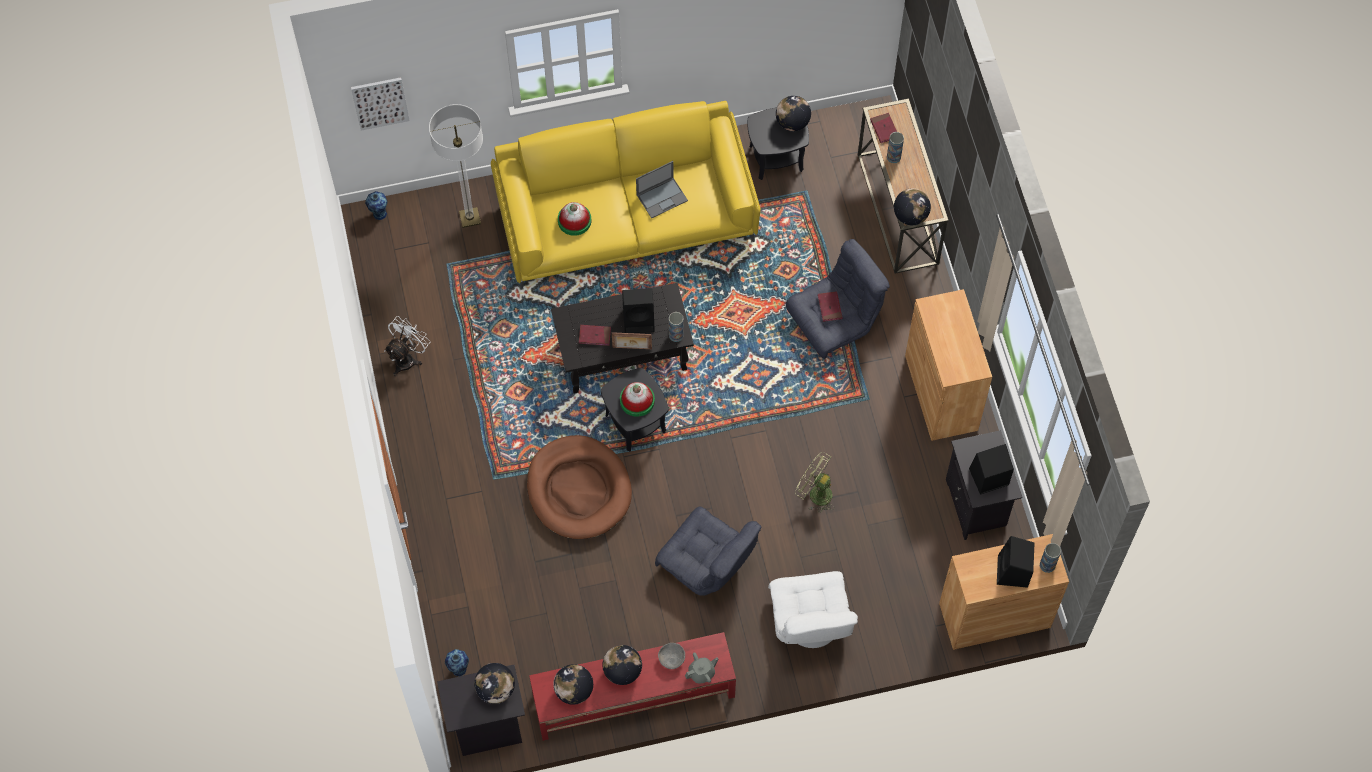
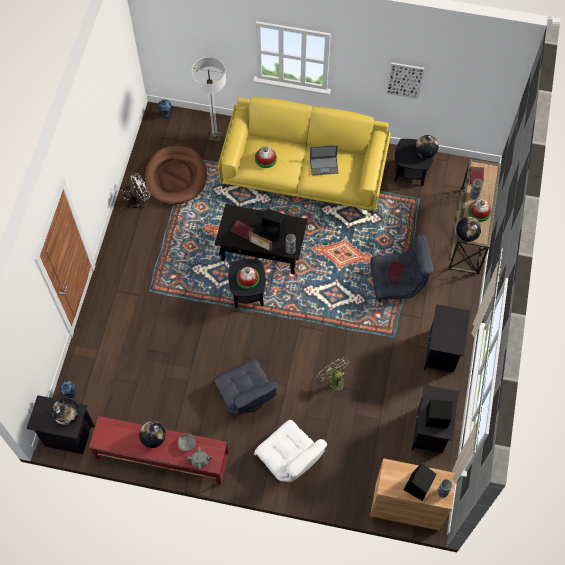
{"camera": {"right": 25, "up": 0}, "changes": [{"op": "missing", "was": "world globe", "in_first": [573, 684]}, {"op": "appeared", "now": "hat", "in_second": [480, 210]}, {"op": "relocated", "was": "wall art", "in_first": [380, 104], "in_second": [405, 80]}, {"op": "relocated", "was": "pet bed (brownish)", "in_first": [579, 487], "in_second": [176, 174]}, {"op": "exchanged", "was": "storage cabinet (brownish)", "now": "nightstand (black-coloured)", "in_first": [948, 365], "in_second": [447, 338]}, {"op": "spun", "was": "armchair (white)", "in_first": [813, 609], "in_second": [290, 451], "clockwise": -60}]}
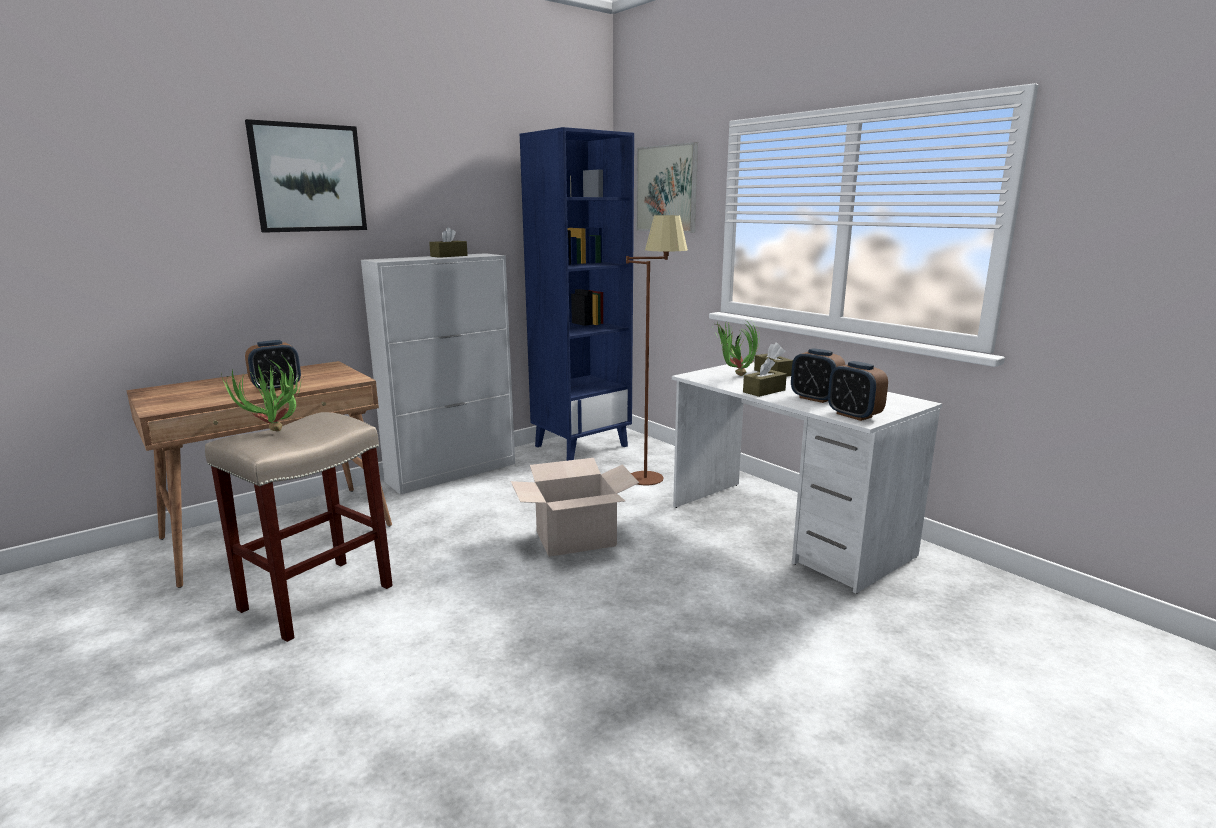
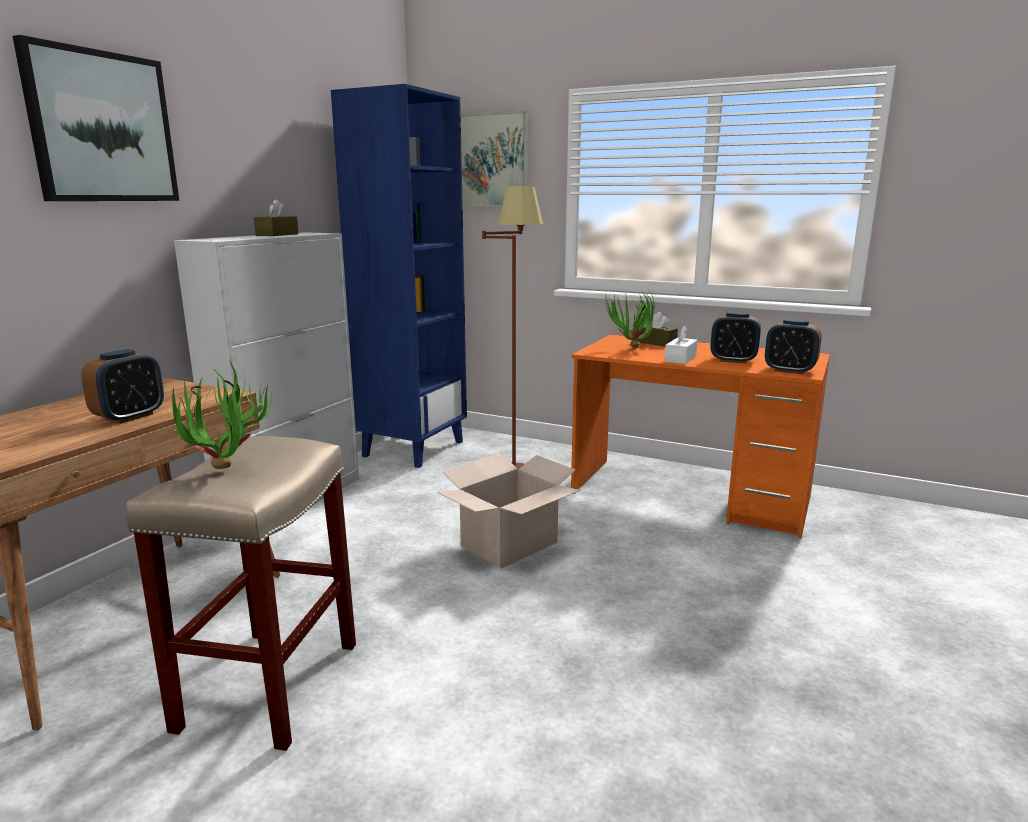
{"camera": {"right": -25, "up": 0}, "changes": [{"op": "colour", "was": "desk table (white)", "now": "desk table (orange)", "in_first": [807, 478], "in_second": [700, 436]}, {"op": "colour", "was": "tissue holder (brownish)", "now": "tissue holder (white)", "in_first": [765, 377], "in_second": [680, 344]}]}
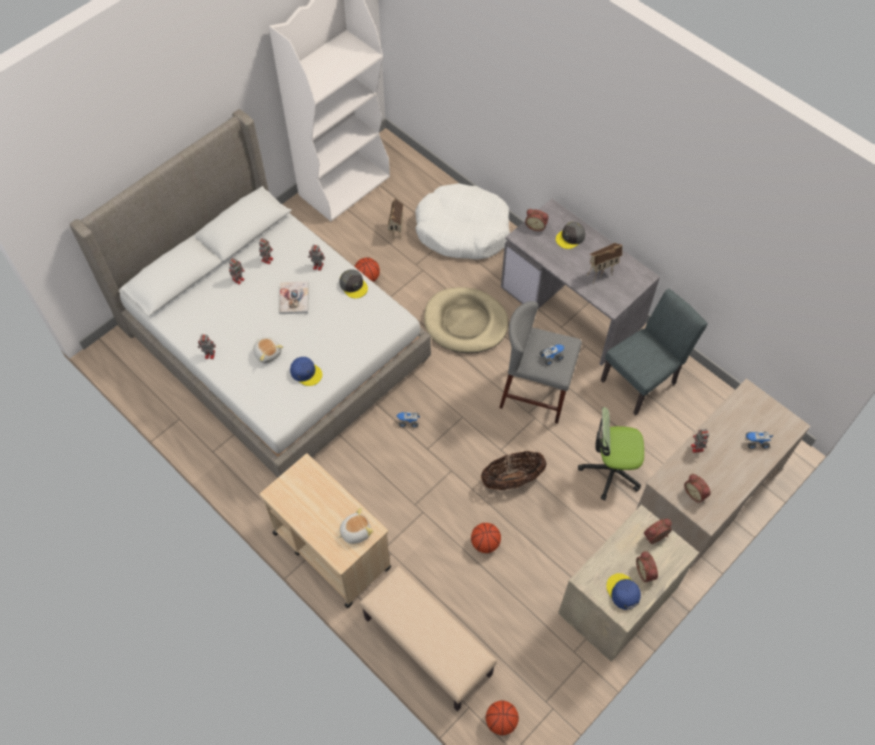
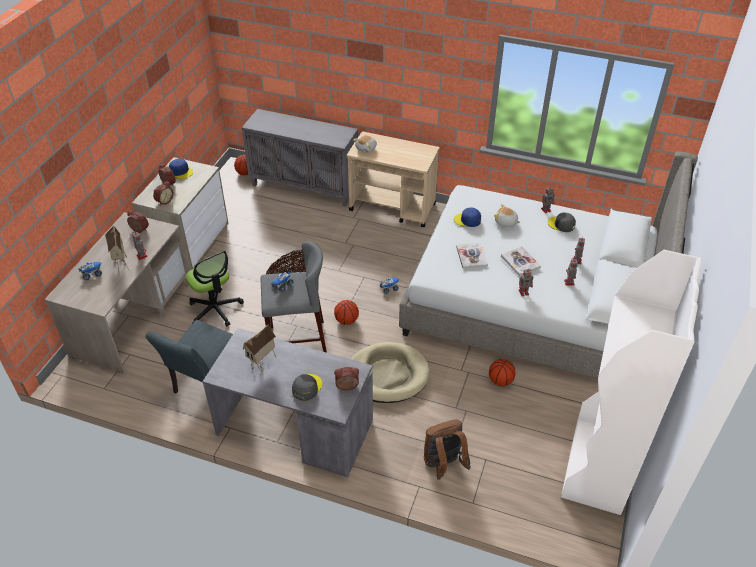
{"camera": {"right": 155, "up": -15}, "changes": [{"op": "appeared", "now": "bound book", "in_second": [472, 256]}, {"op": "relocated", "was": "peaked cap (grey)", "in_first": [353, 283], "in_second": [562, 222]}, {"op": "relocated", "was": "toy house", "in_first": [395, 219], "in_second": [117, 249]}, {"op": "relocated", "was": "basketball", "in_first": [486, 538], "in_second": [346, 312]}, {"op": "exchanged", "was": "indoor bench (beige)", "now": "storage cabinet (grey)", "in_first": [428, 639], "in_second": [300, 158]}, {"op": "exchanged", "was": "pet bed (white)", "now": "rucksack (brownish)", "in_first": [462, 221], "in_second": [447, 450]}, {"op": "spun", "was": "computer chair", "in_first": [611, 453], "in_second": [215, 288], "clockwise": 75}]}
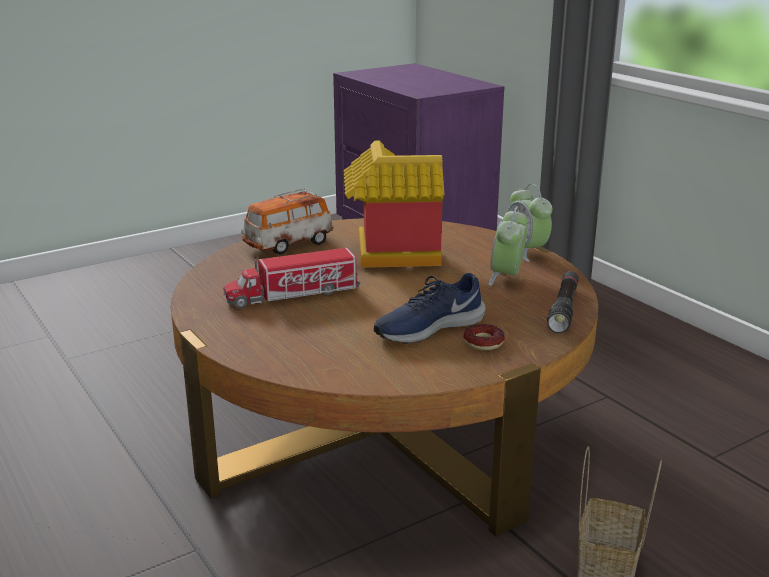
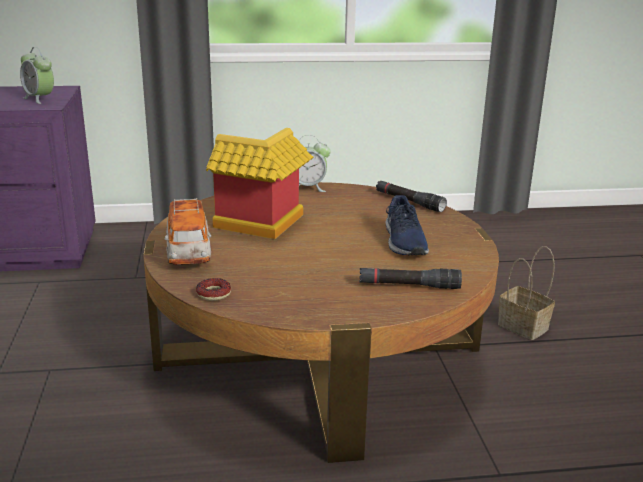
{"camera": {"right": -65, "up": 0}, "changes": [{"op": "missing", "was": "toy truck", "in_first": [291, 278]}, {"op": "appeared", "now": "torch (black-coloured)", "in_second": [410, 278]}, {"op": "relocated", "was": "donut", "in_first": [484, 337], "in_second": [213, 289]}, {"op": "relocated", "was": "alarm clock", "in_first": [507, 246], "in_second": [37, 75]}]}
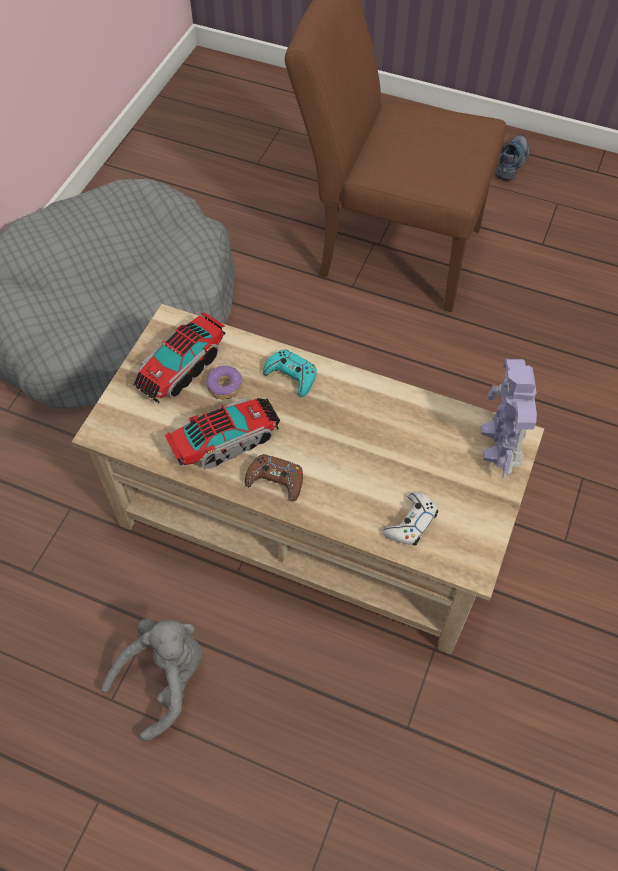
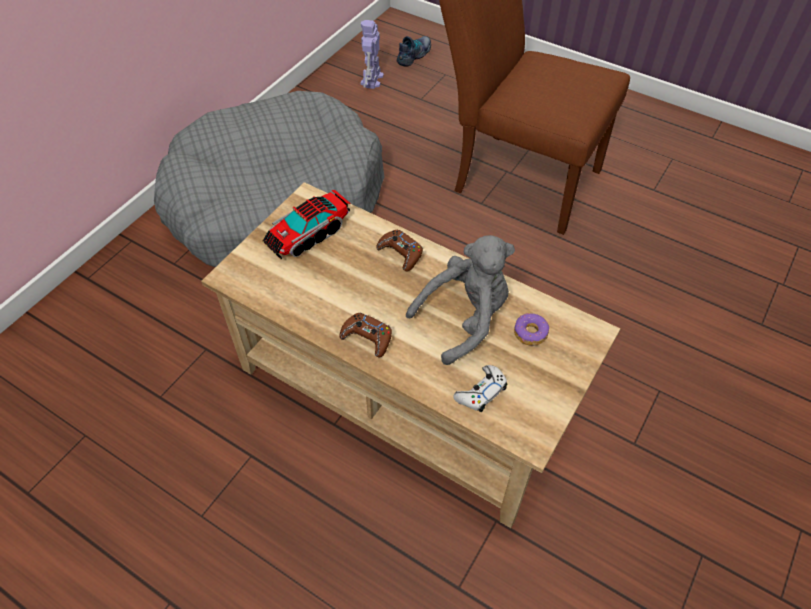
{"camera": {"right": 10, "up": -5}, "changes": [{"op": "missing", "was": "toy truck", "in_first": [222, 433]}, {"op": "relocated", "was": "cuddly toy (grey)", "in_first": [151, 680], "in_second": [460, 300]}, {"op": "relocated", "was": "donut", "in_first": [224, 382], "in_second": [531, 329]}, {"op": "relocated", "was": "toy robot", "in_first": [508, 418], "in_second": [372, 54]}, {"op": "relocated", "was": "item of footwear", "in_first": [512, 158], "in_second": [414, 51]}, {"op": "colour", "was": "joypad (blue-green)", "now": "joypad (brownish)", "in_first": [290, 373], "in_second": [399, 250]}]}
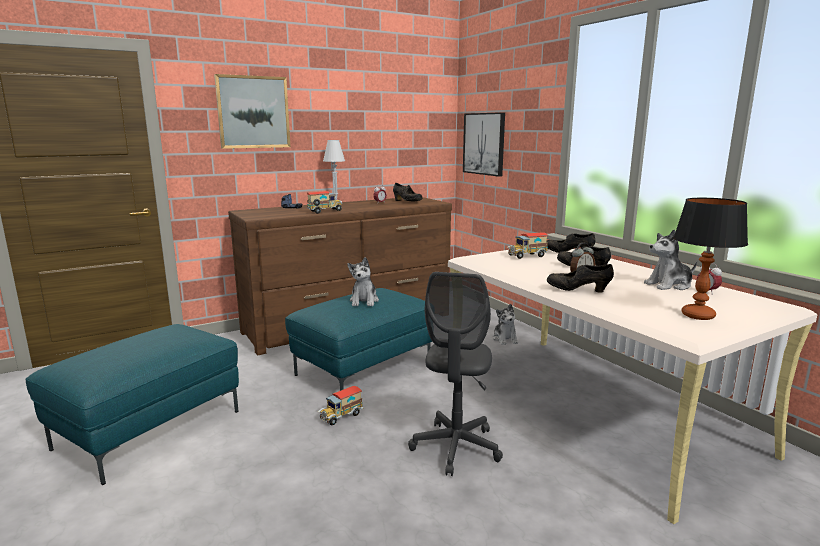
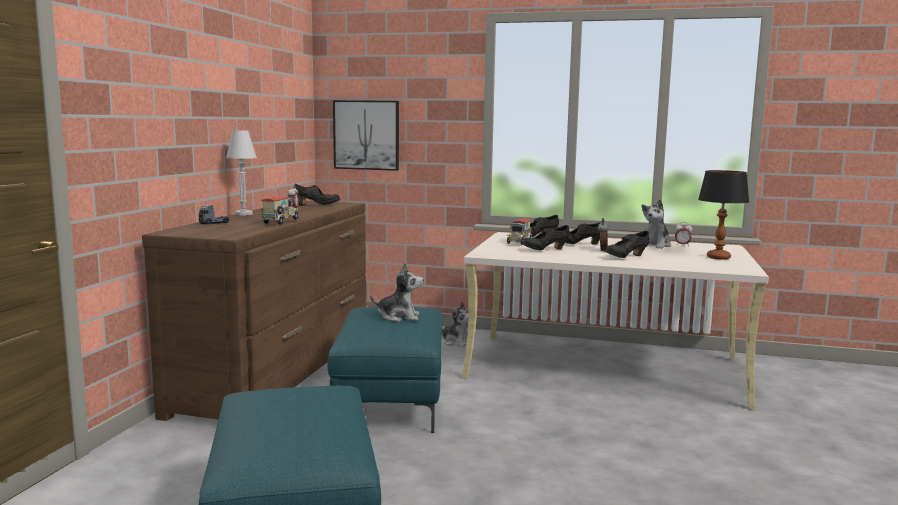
{"camera": {"right": -45, "up": -5}, "changes": [{"op": "missing", "was": "wall art", "in_first": [252, 111]}, {"op": "missing", "was": "toy truck", "in_first": [340, 405]}, {"op": "missing", "was": "computer chair (grey)", "in_first": [455, 374]}, {"op": "appeared", "now": "item of footwear (black-coloured)", "in_second": [546, 237]}, {"op": "spun", "was": "cuddly toy", "in_first": [363, 281], "in_second": [397, 292], "clockwise": -45}]}
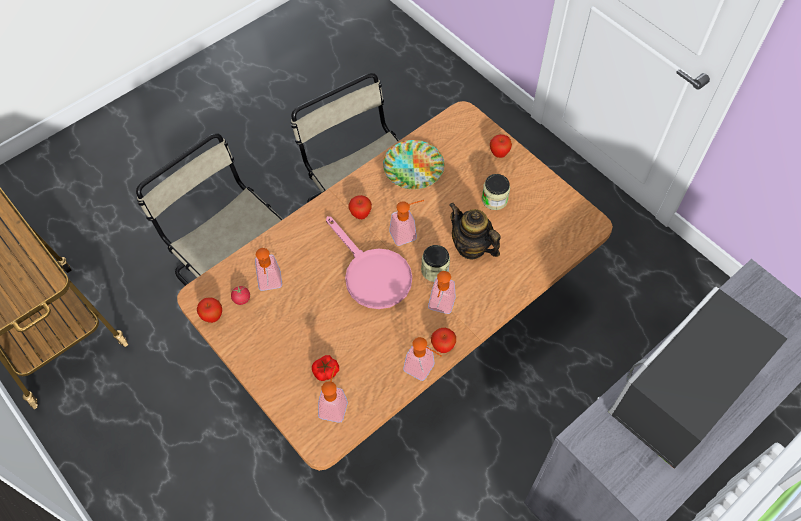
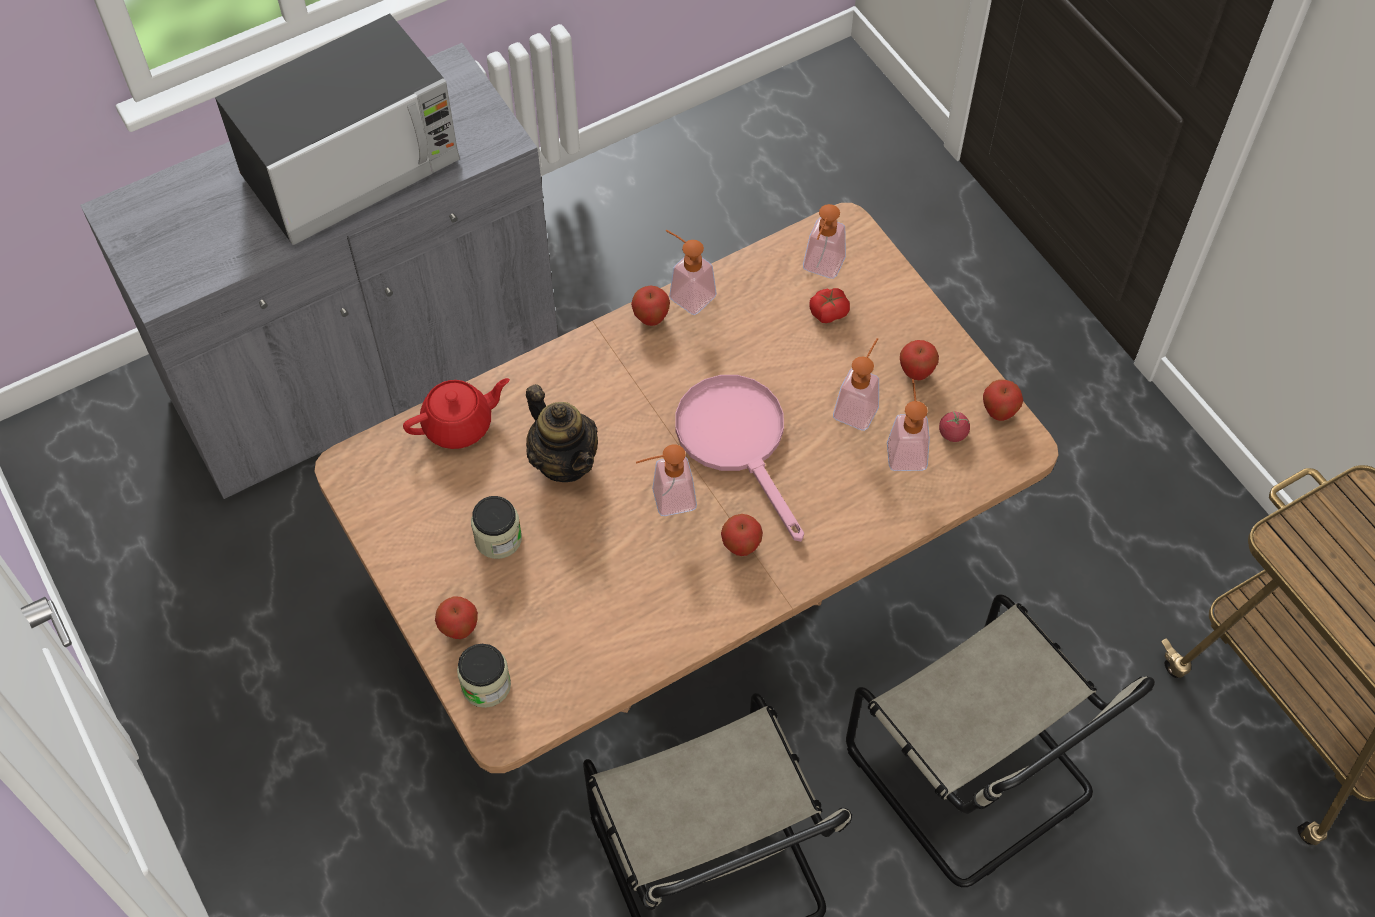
{"camera": {"right": -170, "up": 0}, "changes": [{"op": "missing", "was": "plate", "in_first": [413, 164]}, {"op": "appeared", "now": "teapot (red)", "in_second": [456, 413]}, {"op": "appeared", "now": "whole apple", "in_second": [919, 360]}, {"op": "relocated", "was": "jar", "in_first": [435, 263], "in_second": [484, 676]}, {"op": "relocated", "was": "soap bottle", "in_first": [442, 292], "in_second": [856, 384]}]}
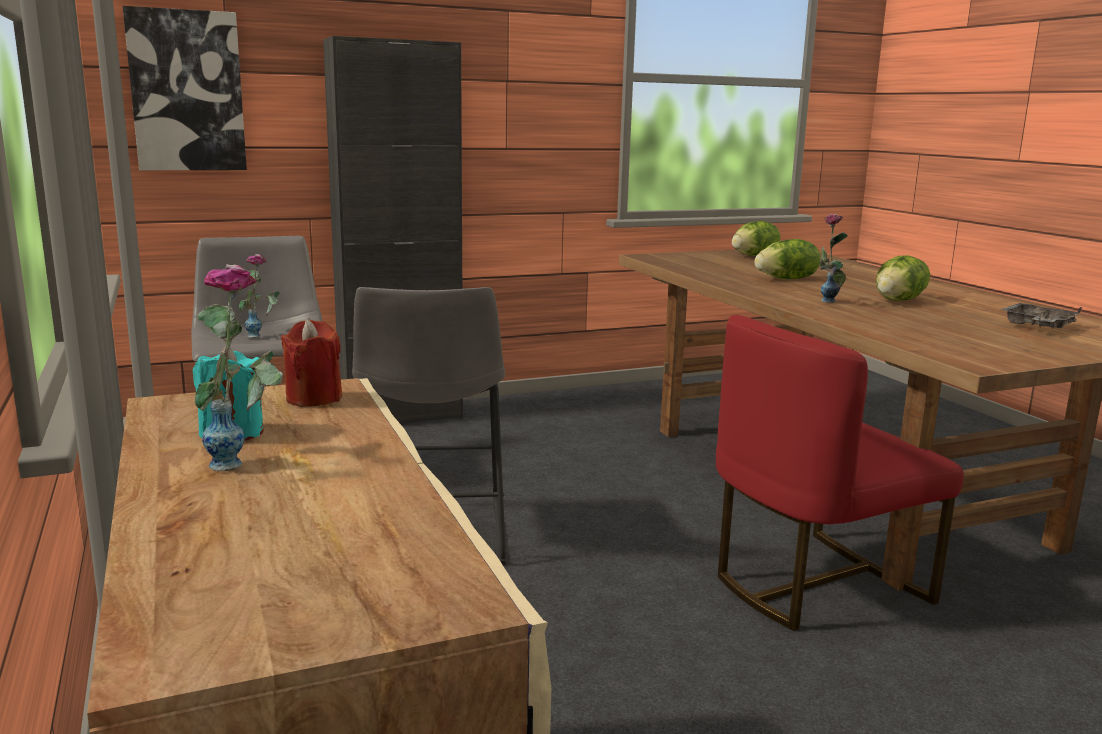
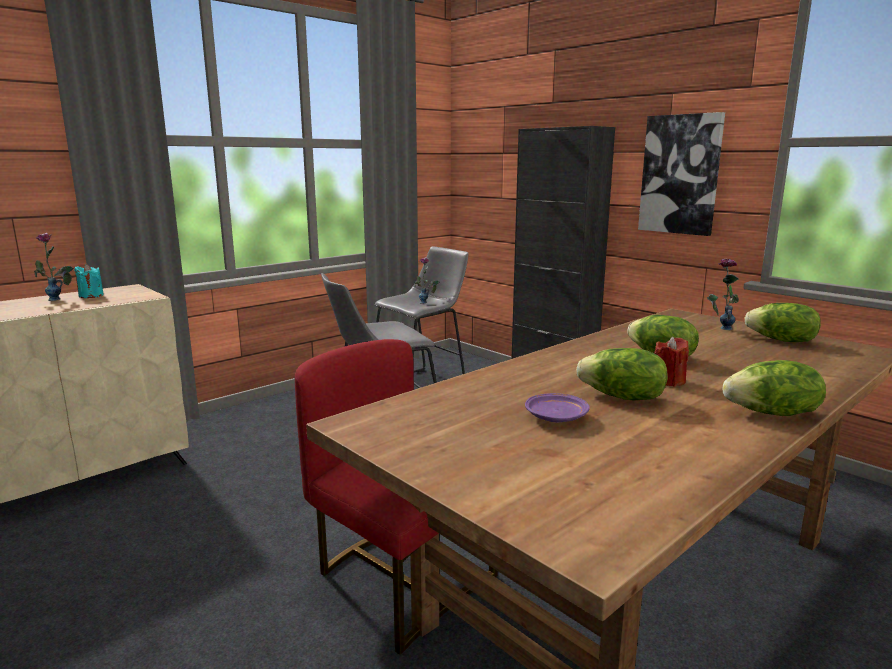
{"camera": {"right": 70, "up": 0}, "changes": [{"op": "missing", "was": "tray (grey)", "in_first": [1041, 316]}, {"op": "appeared", "now": "plate (purplish)", "in_second": [557, 407]}, {"op": "appeared", "now": "lettuce", "in_second": [774, 388]}, {"op": "relocated", "was": "wall art", "in_first": [185, 88], "in_second": [681, 174]}, {"op": "relocated", "was": "wax light (red)", "in_first": [311, 363], "in_second": [671, 361]}, {"op": "relocated", "was": "decorative vase", "in_first": [833, 258], "in_second": [723, 294]}]}
